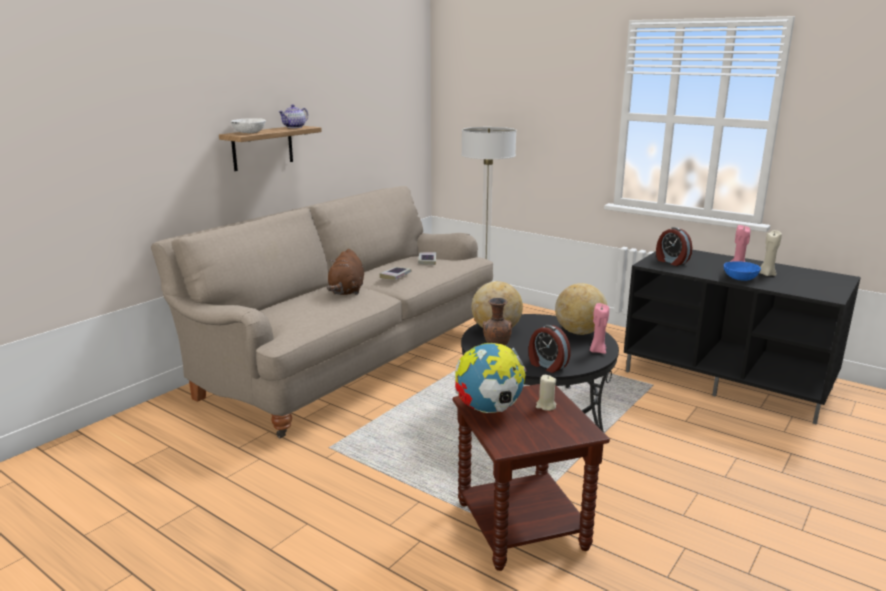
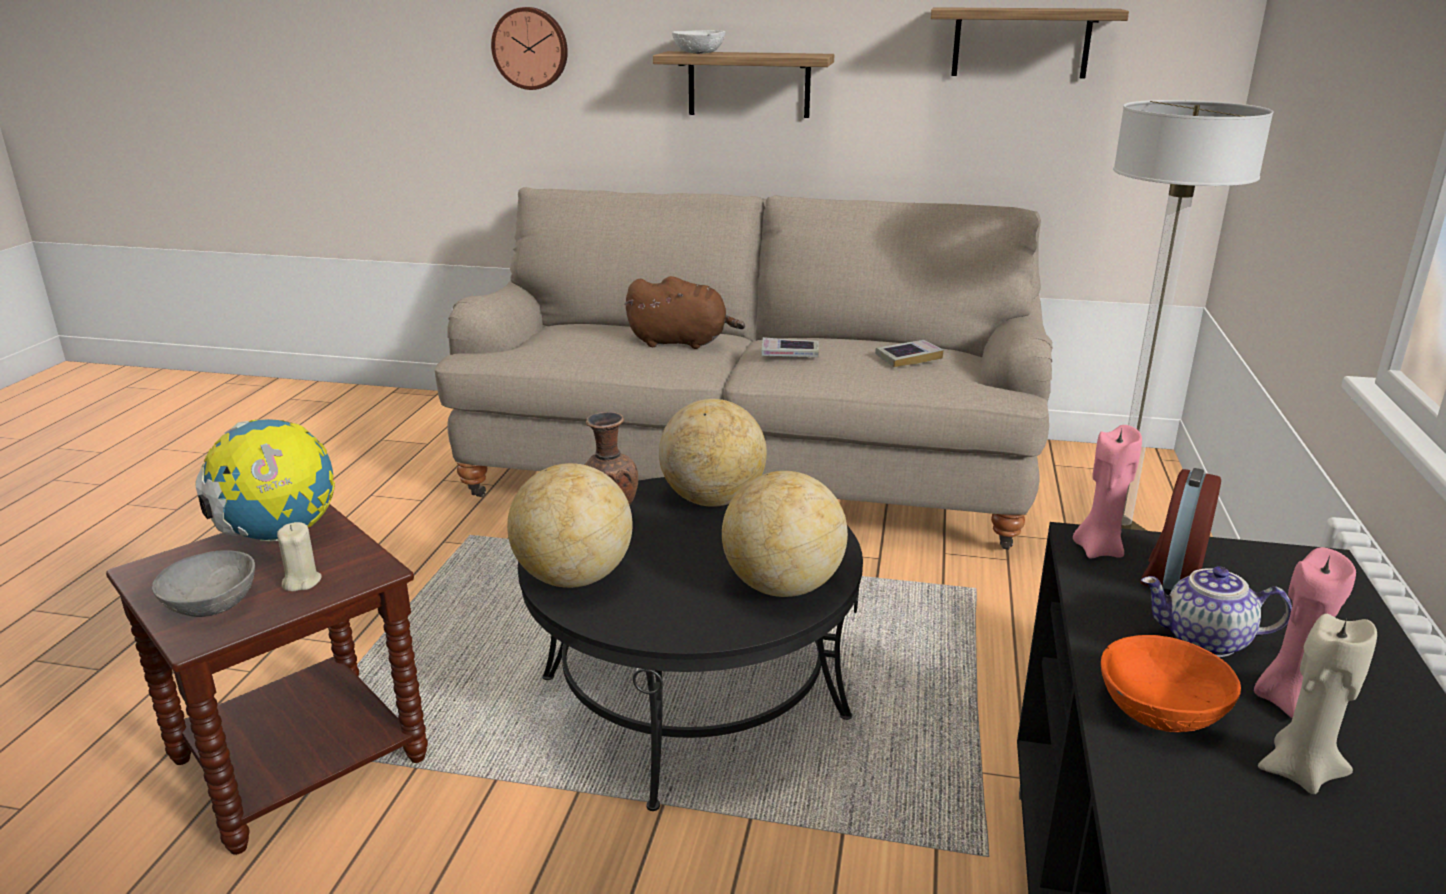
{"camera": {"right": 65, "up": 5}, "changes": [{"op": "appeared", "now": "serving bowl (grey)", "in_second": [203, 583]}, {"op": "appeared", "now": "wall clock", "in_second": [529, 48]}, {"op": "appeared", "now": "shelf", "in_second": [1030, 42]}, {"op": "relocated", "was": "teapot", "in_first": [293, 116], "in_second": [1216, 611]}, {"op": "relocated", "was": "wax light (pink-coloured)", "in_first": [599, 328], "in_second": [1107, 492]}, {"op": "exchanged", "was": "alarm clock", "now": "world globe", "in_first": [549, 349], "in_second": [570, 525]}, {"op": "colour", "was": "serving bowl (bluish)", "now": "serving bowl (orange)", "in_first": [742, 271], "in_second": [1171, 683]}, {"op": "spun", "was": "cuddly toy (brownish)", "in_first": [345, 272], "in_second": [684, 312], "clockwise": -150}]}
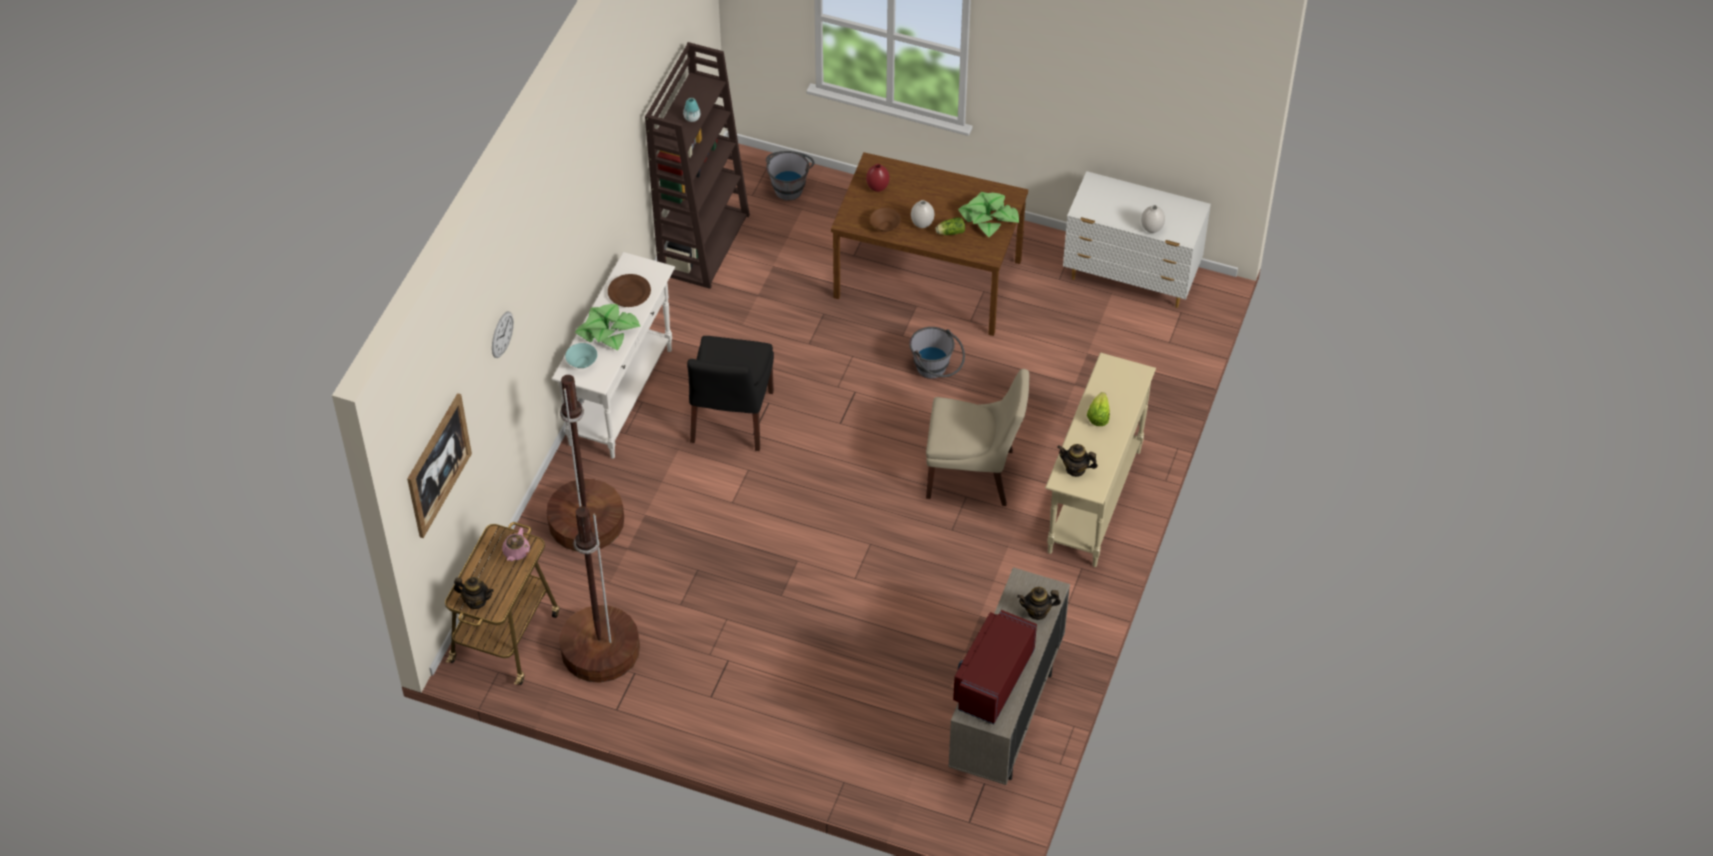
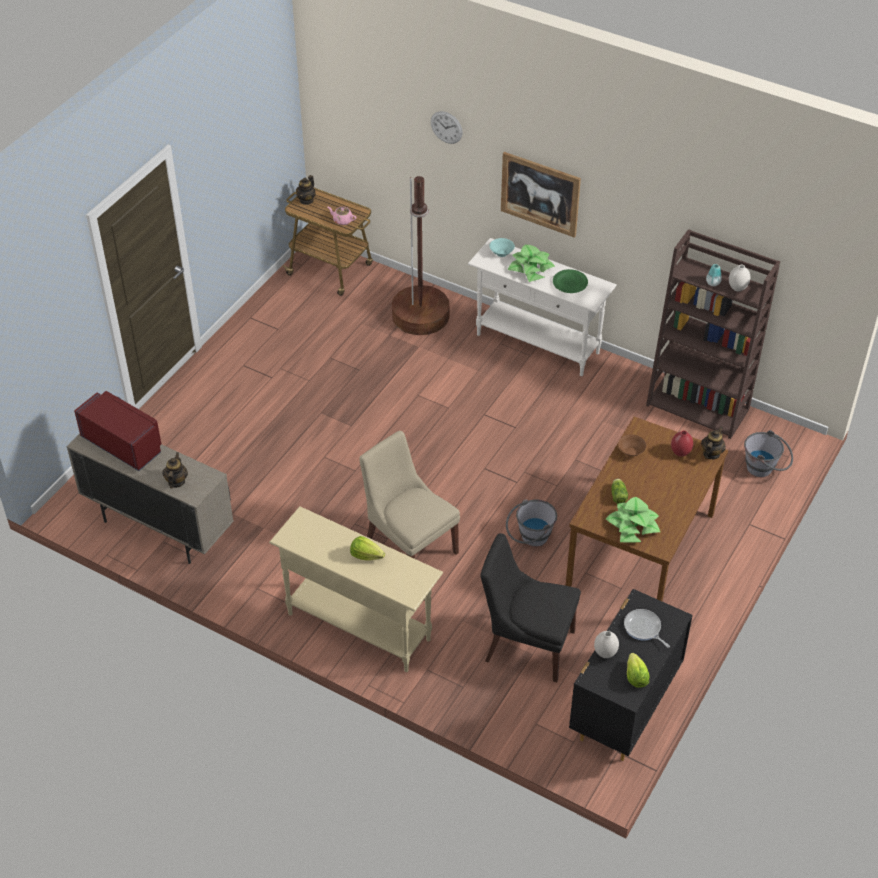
{"camera": {"right": 100, "up": -5}, "changes": [{"op": "missing", "was": "standard lamp (brownish)", "in_first": [599, 594]}, {"op": "appeared", "now": "pan", "in_second": [647, 628]}, {"op": "appeared", "now": "lettuce", "in_second": [638, 670]}, {"op": "relocated", "was": "wall art", "in_first": [439, 465], "in_second": [541, 195]}, {"op": "relocated", "was": "plain chair (black-coloured)", "in_first": [730, 393], "in_second": [530, 607]}, {"op": "relocated", "was": "decorative vase (white)", "in_first": [922, 214], "in_second": [739, 278]}, {"op": "relocated", "was": "teapot", "in_first": [1077, 460], "in_second": [713, 443]}, {"op": "colour", "was": "plate (brownish)", "now": "plate (greenish)", "in_first": [629, 290], "in_second": [570, 281]}, {"op": "colour", "was": "chest of drawers (white)", "now": "chest of drawers (black-coloured)", "in_first": [1137, 239], "in_second": [631, 675]}, {"op": "spun", "was": "plain chair (beige)", "in_first": [977, 437], "in_second": [409, 495], "clockwise": 120}]}
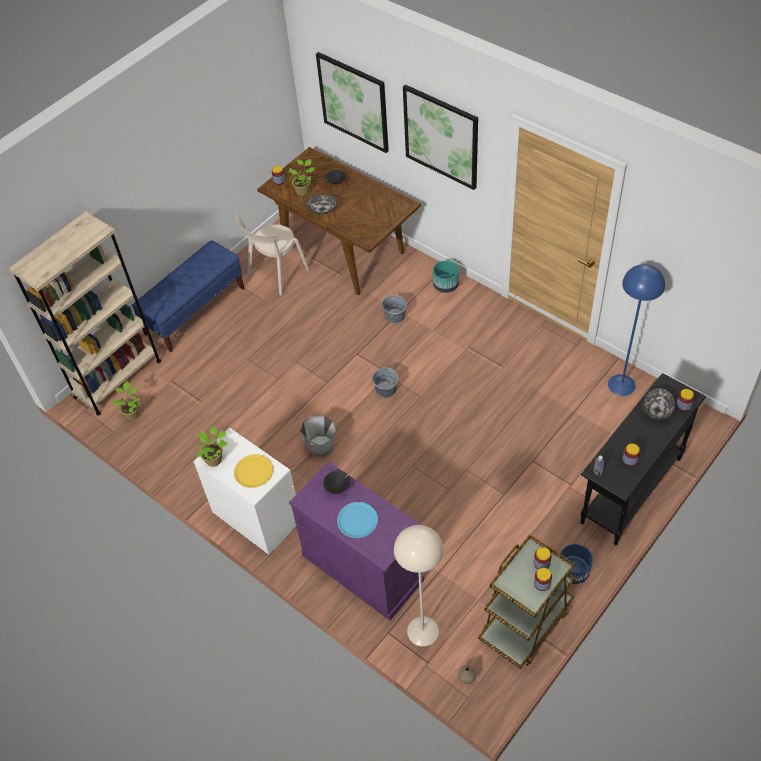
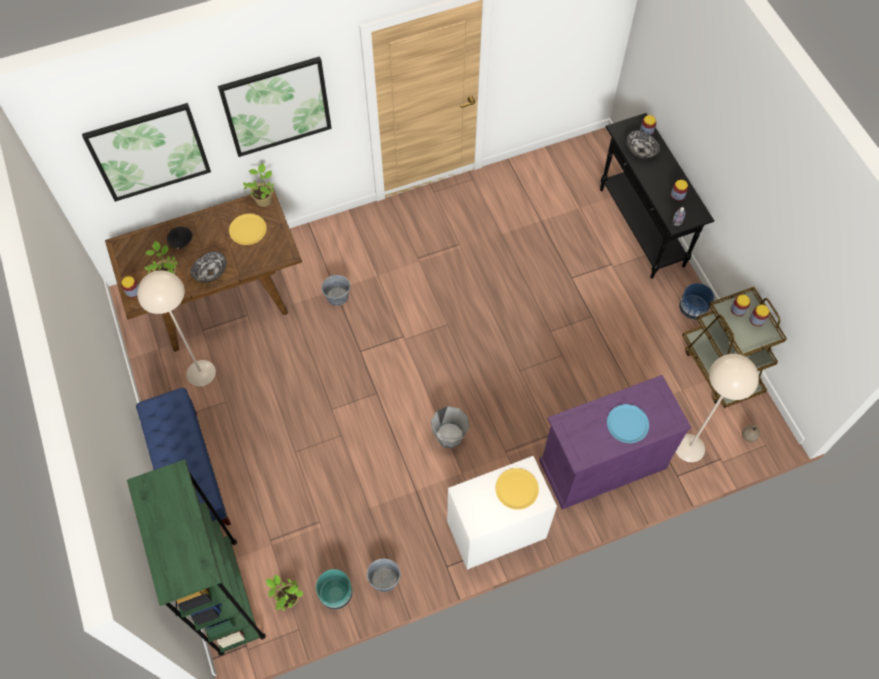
{"camera": {"right": -65, "up": 10}, "changes": [{"op": "missing", "was": "serving bowl (black-coloured)", "in_first": [336, 482]}, {"op": "missing", "was": "standard lamp (bluish)", "in_first": [636, 330]}, {"op": "appeared", "now": "plate (yellow-coloured)", "in_second": [248, 229]}, {"op": "relocated", "was": "houseplant", "in_first": [211, 447], "in_second": [258, 185]}, {"op": "relocated", "was": "bucket (grey)", "in_first": [385, 382], "in_second": [383, 575]}, {"op": "relocated", "was": "plant pot (blue-green)", "in_first": [446, 276], "in_second": [334, 589]}, {"op": "exchanged", "was": "plain chair (beige)", "now": "standard lamp (beige)", "in_first": [272, 255], "in_second": [176, 328]}, {"op": "colour", "was": "bookshelf (beige)", "now": "bookshelf (greenish)", "in_first": [84, 313], "in_second": [196, 557]}]}
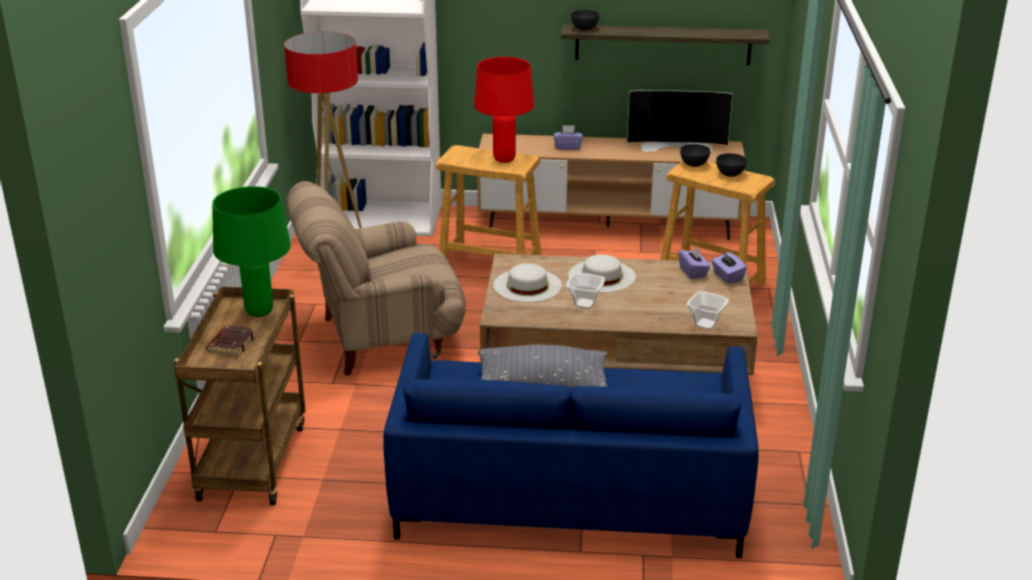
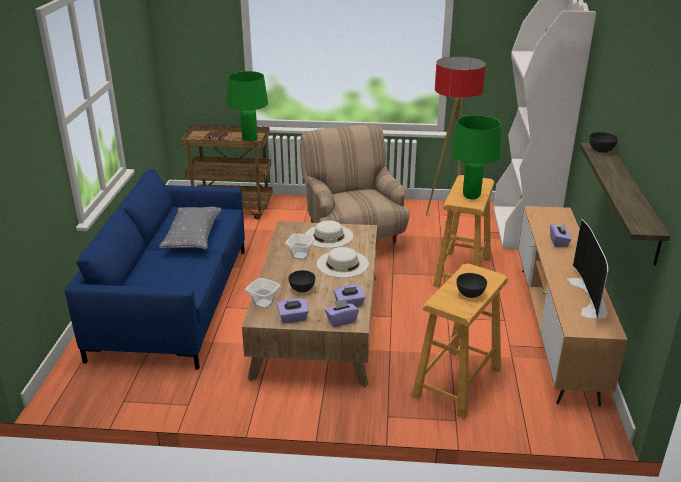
{"camera": {"right": 90, "up": 0}, "changes": [{"op": "appeared", "now": "tissue holder (purplish)", "in_second": [293, 310]}, {"op": "relocated", "was": "serving bowl (grey)", "in_first": [695, 155], "in_second": [301, 281]}, {"op": "colour", "was": "table lamp (red)", "now": "table lamp (greenish)", "in_first": [504, 110], "in_second": [476, 157]}]}
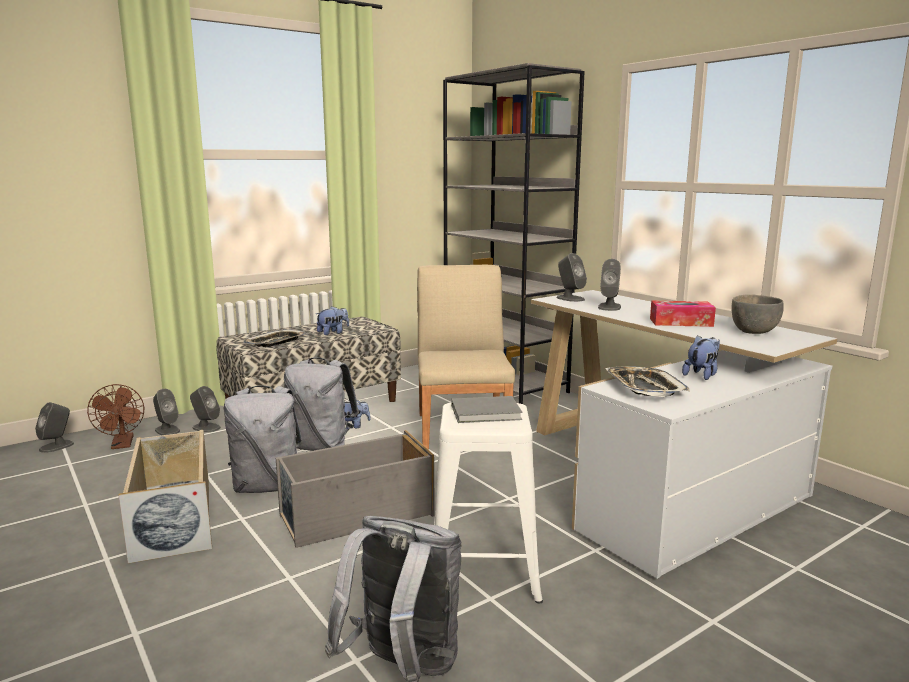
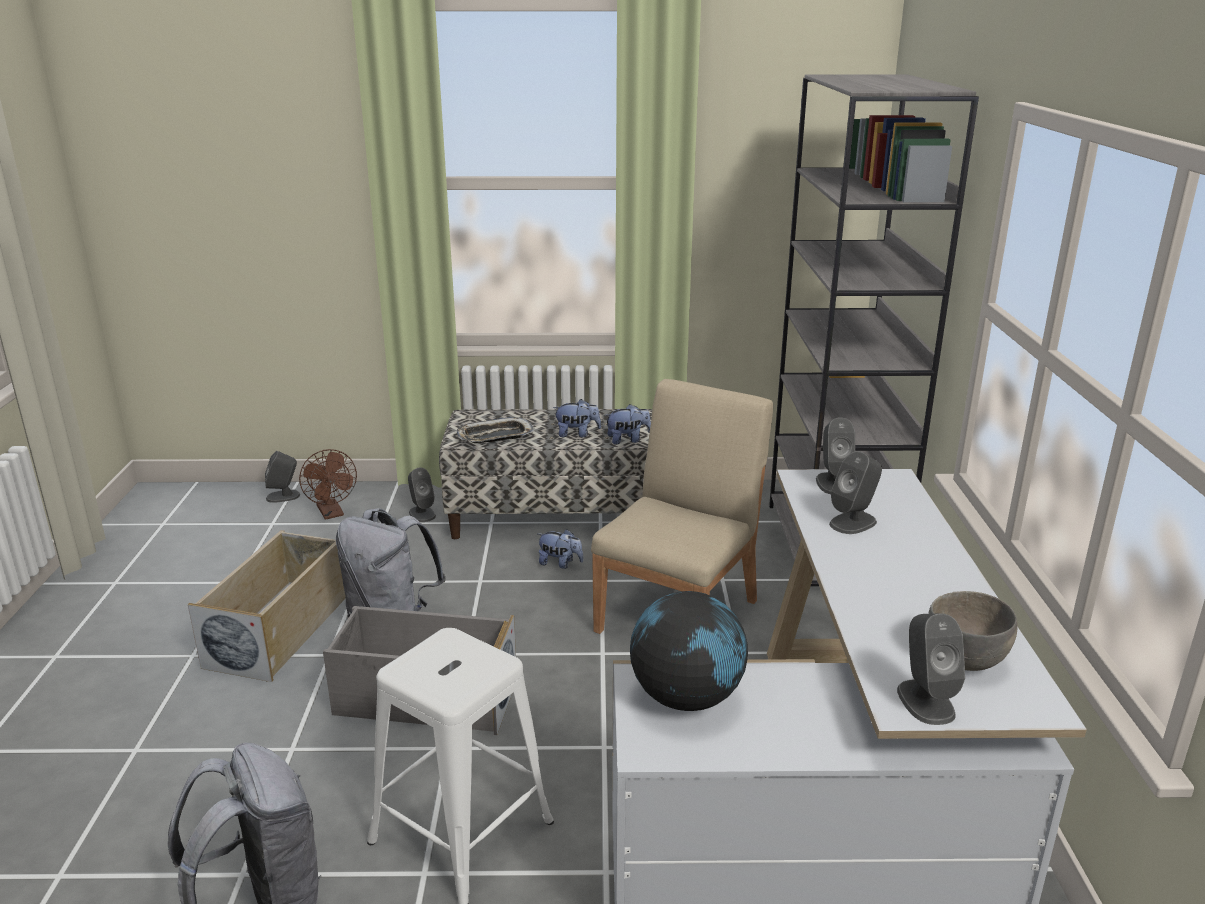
{"camera": {"right": 35, "up": 10}, "changes": [{"op": "missing", "was": "rucksack (grey)", "in_first": [321, 404]}, {"op": "missing", "was": "bound book (grey)", "in_first": [487, 409]}, {"op": "missing", "was": "tissue holder", "in_first": [683, 313]}, {"op": "relocated", "was": "loudspeaker (grey)", "in_first": [166, 412], "in_second": [931, 669]}, {"op": "relocated", "was": "cuddly toy", "in_first": [701, 357], "in_second": [628, 424]}, {"op": "exchanged", "was": "tray", "now": "world globe", "in_first": [647, 381], "in_second": [689, 651]}, {"op": "spun", "was": "electric fan (brownish)", "in_first": [115, 416], "in_second": [328, 484], "clockwise": -45}]}
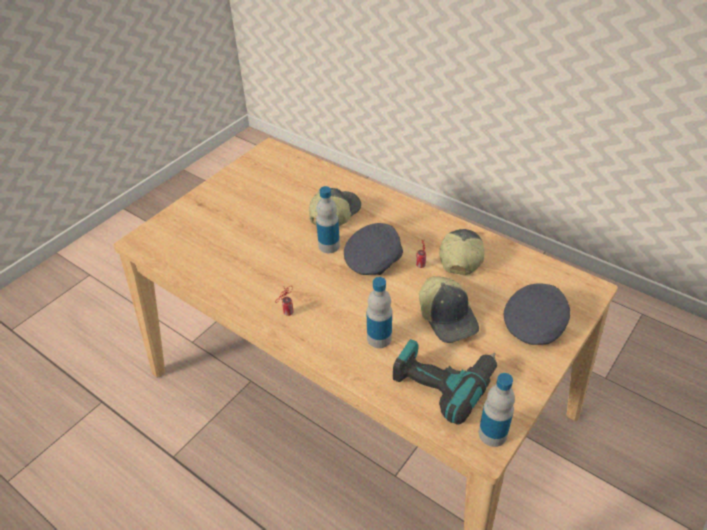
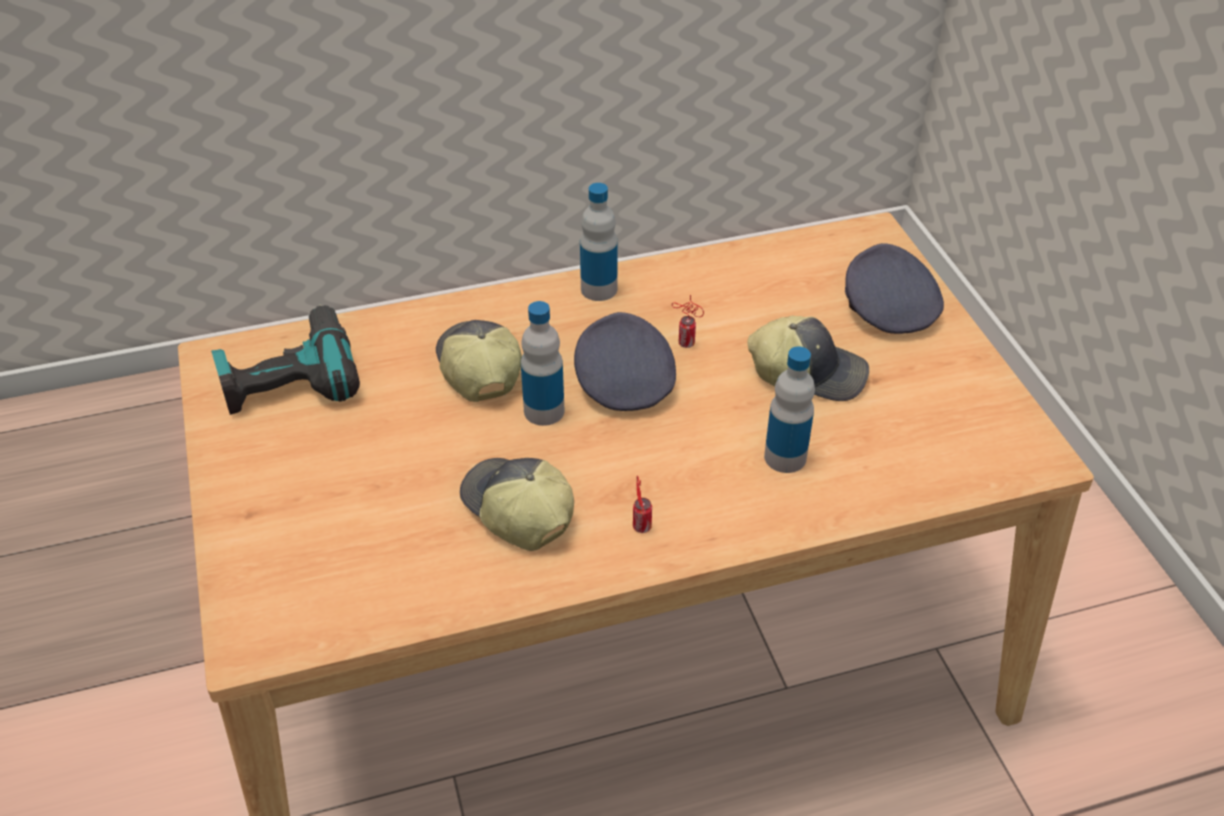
{"camera": {"right": -55, "up": 0}, "changes": [{"op": "relocated", "was": "electric drill", "in_first": [445, 382], "in_second": [285, 359]}, {"op": "relocated", "was": "peaked cap", "in_first": [461, 252], "in_second": [517, 504]}, {"op": "relocated", "was": "bottle", "in_first": [497, 410], "in_second": [599, 242]}]}
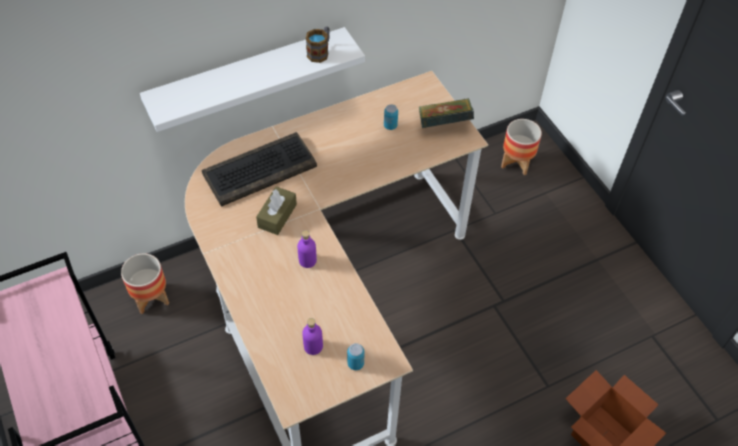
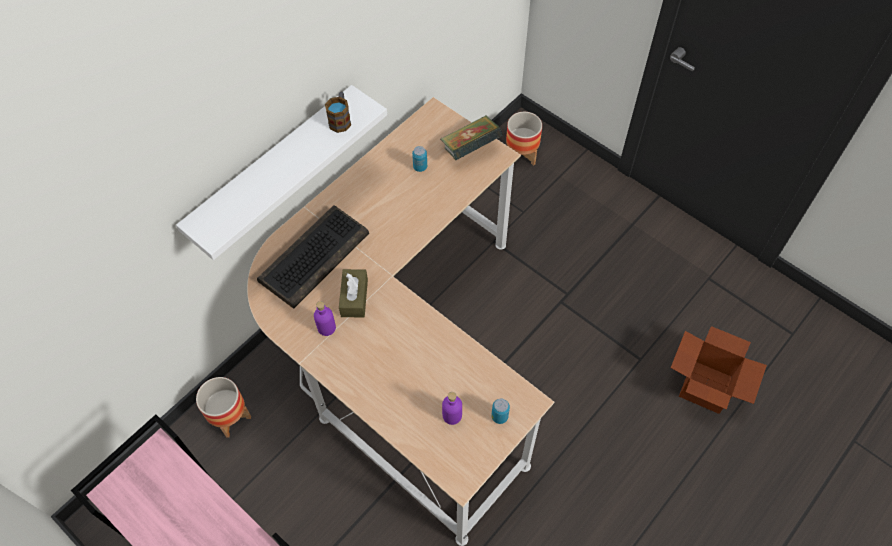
{"camera": {"right": -20, "up": 5}, "changes": [{"op": "relocated", "was": "bottle (purplish)", "in_first": [307, 249], "in_second": [325, 318]}]}
